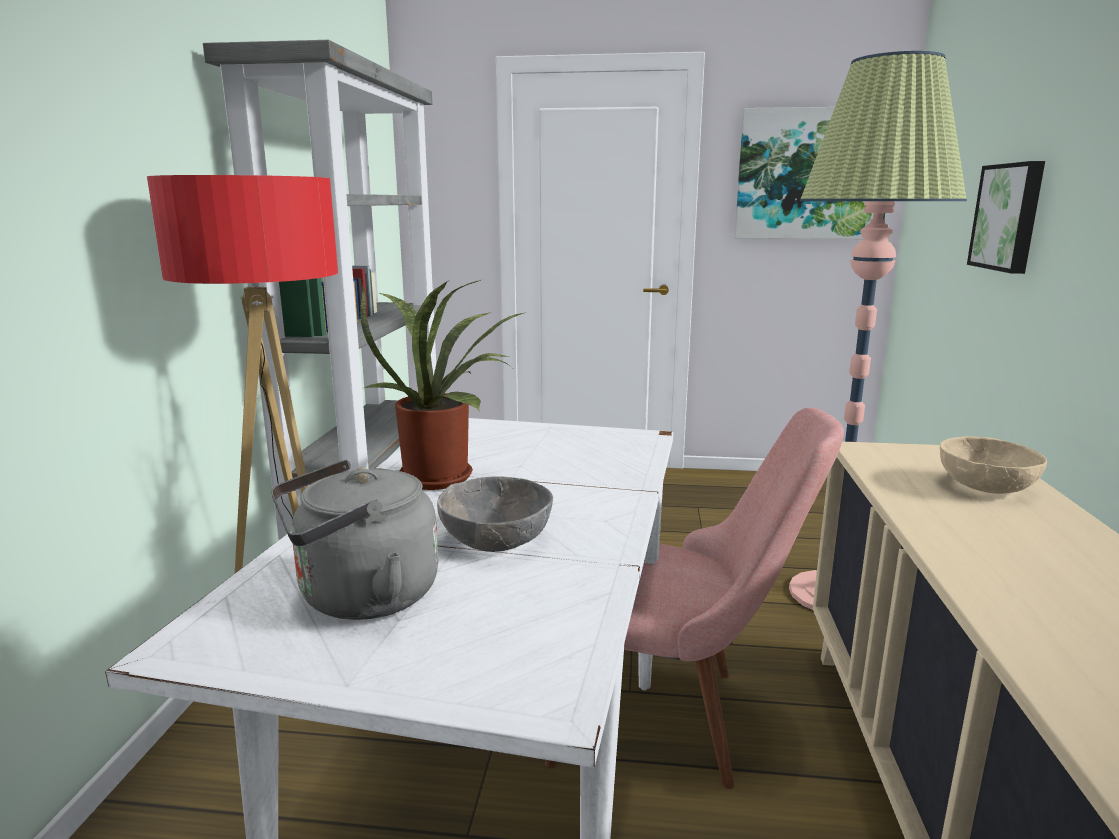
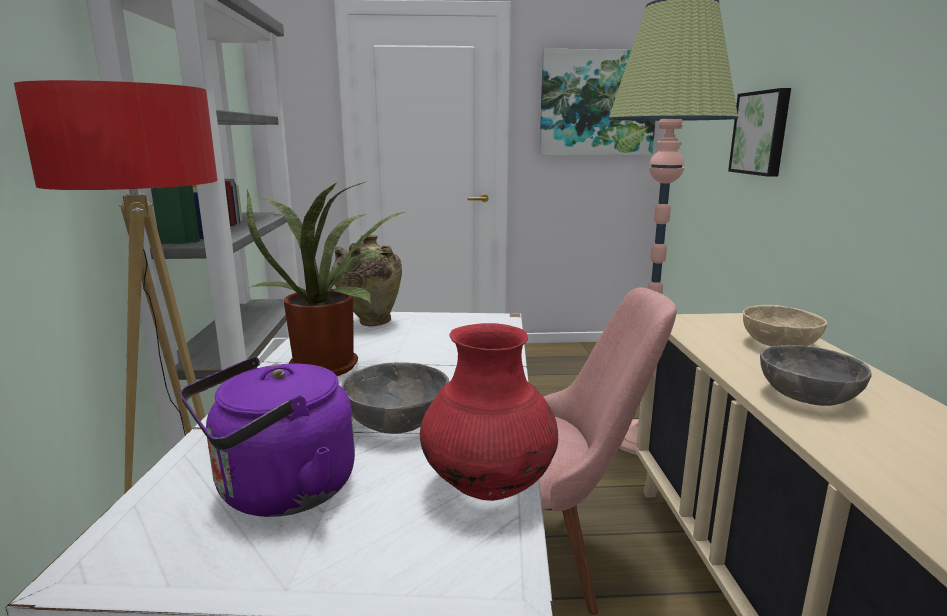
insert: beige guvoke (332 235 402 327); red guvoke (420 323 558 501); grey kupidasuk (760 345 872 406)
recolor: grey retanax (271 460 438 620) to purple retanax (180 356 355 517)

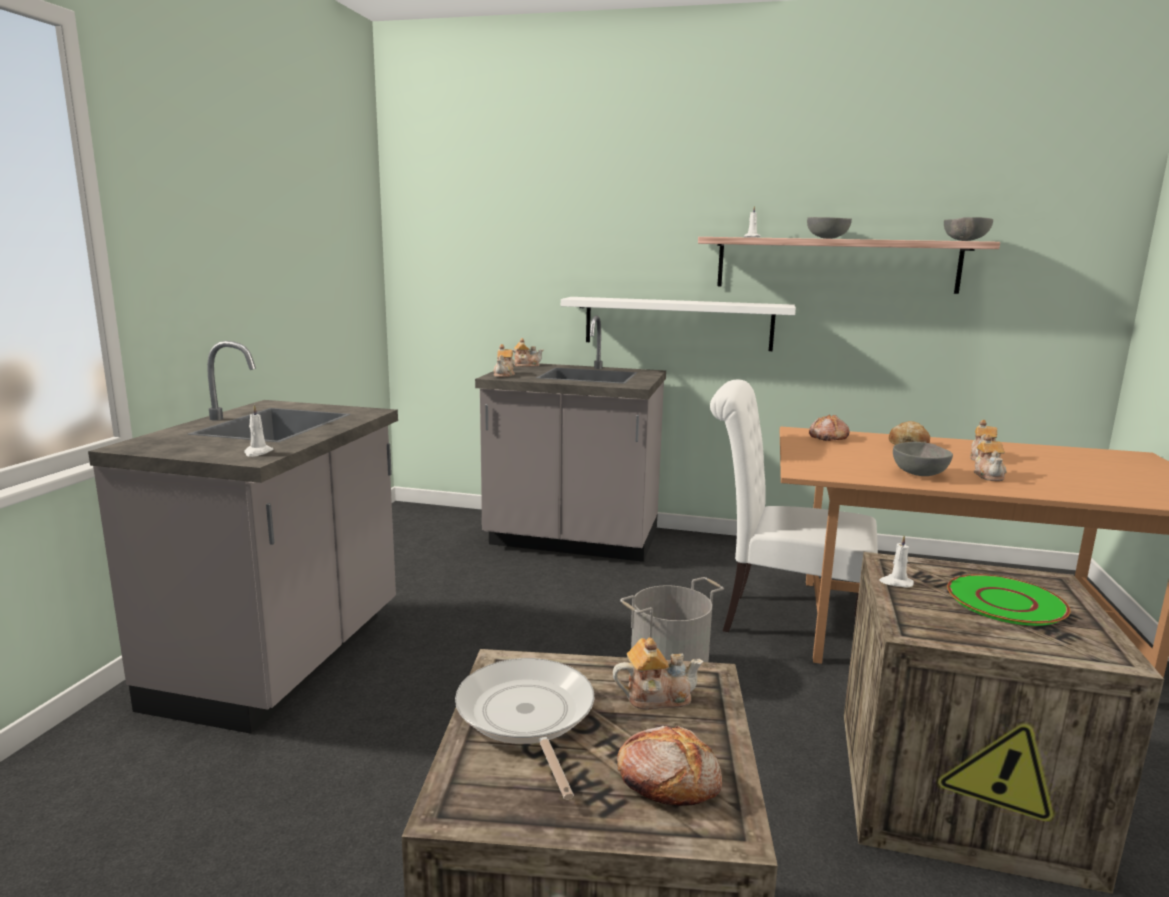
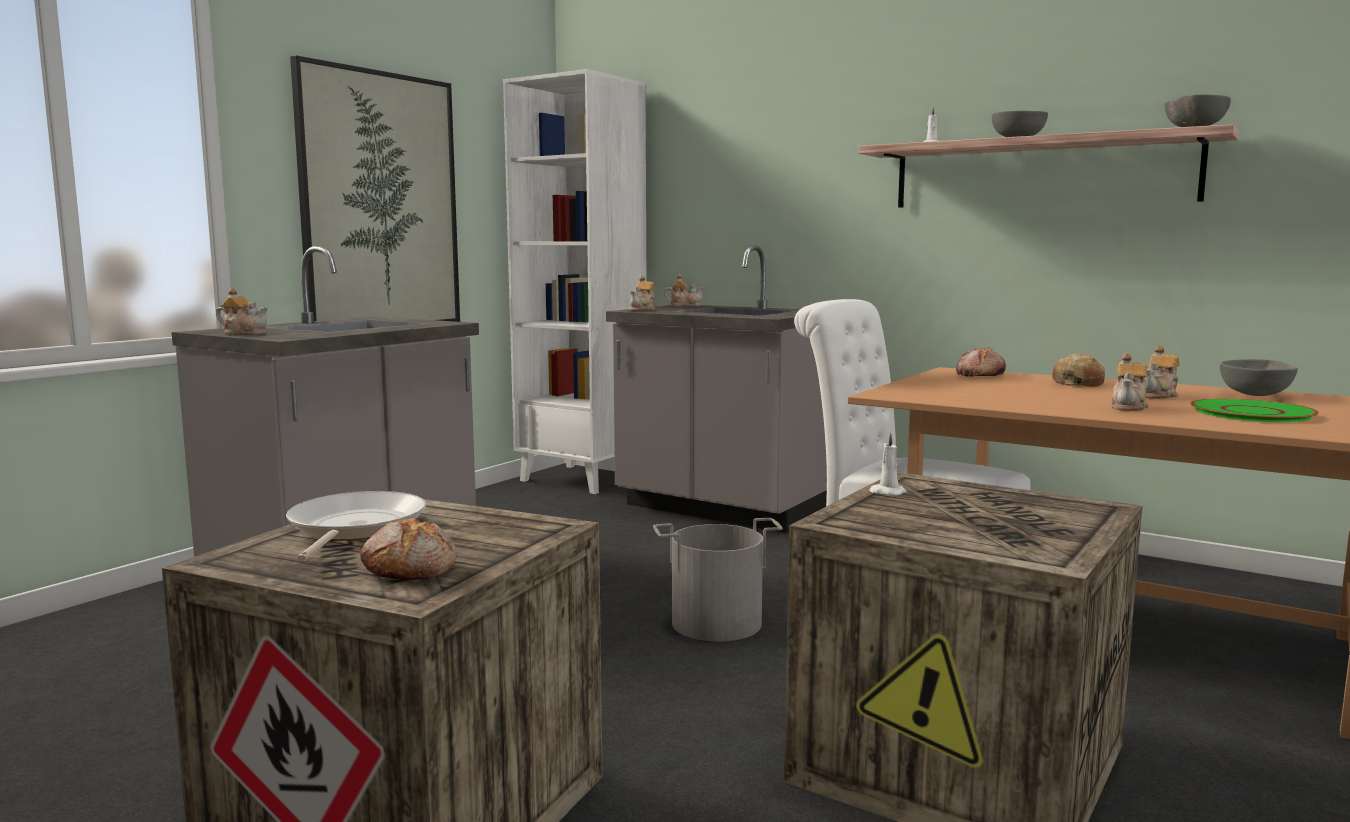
delete: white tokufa (244 405 273 457); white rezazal (561 297 796 351)
insert: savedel (290 55 460 322); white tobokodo (503 69 646 494)
move: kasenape (613 637 703 710) to (216 288 268 335); grey kupidasuk (893 442 953 476) to (1220 359 1298 396); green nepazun (947 574 1071 626) to (1190 399 1319 422)

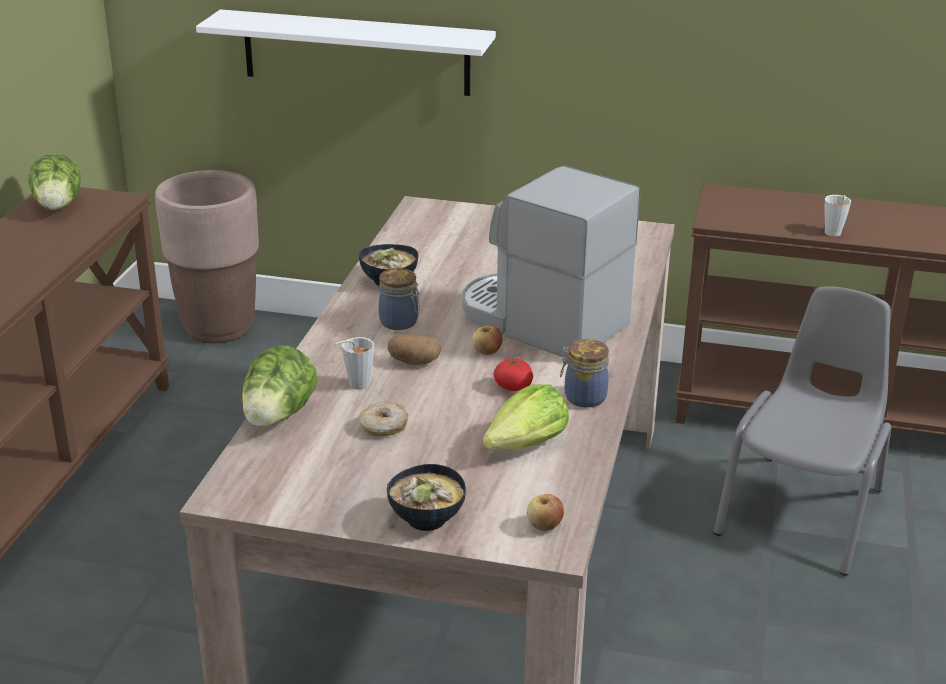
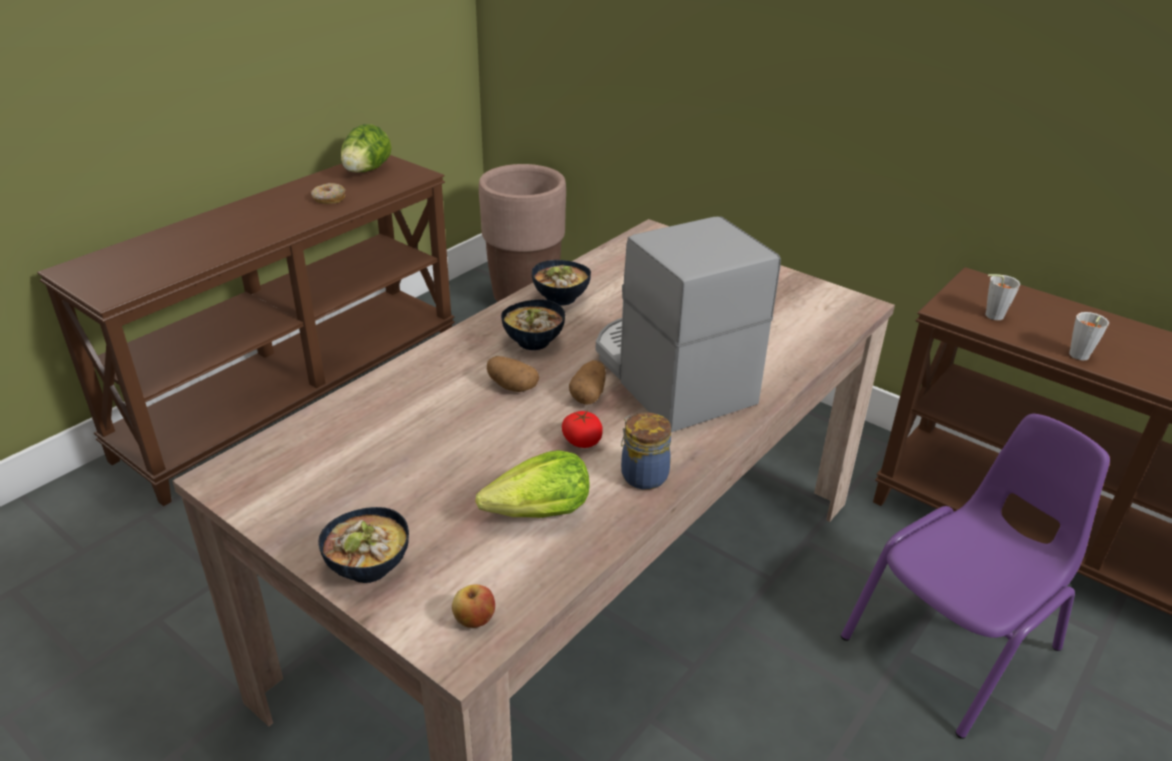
delete: white rezazal (196 9 496 96); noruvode (242 346 318 427)
move: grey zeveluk (336 337 374 390) to (985 274 1020 320); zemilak (359 402 408 437) to (311 183 345 204)
replace: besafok (379 268 420 330) to kupidasuk (501 299 565 350); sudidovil (472 325 503 355) to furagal (569 360 606 404)
recolor: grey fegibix (714 286 891 576) to purple fegibix (841 413 1110 739)

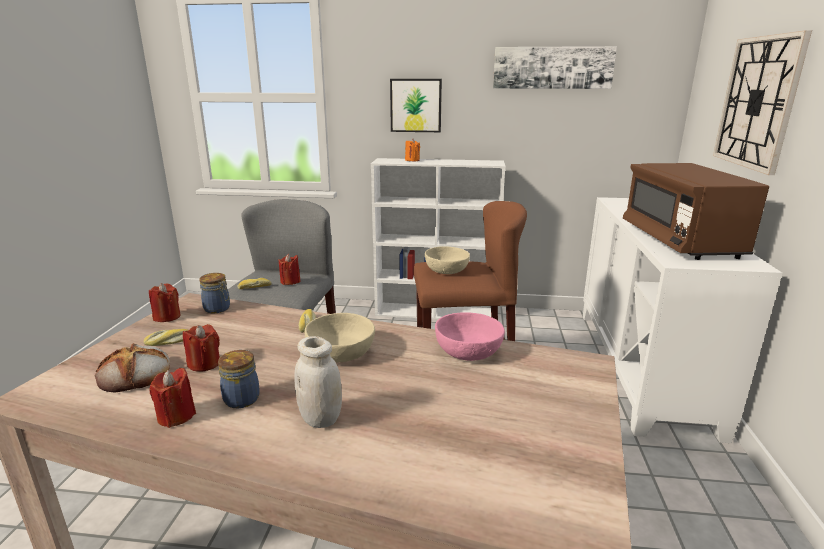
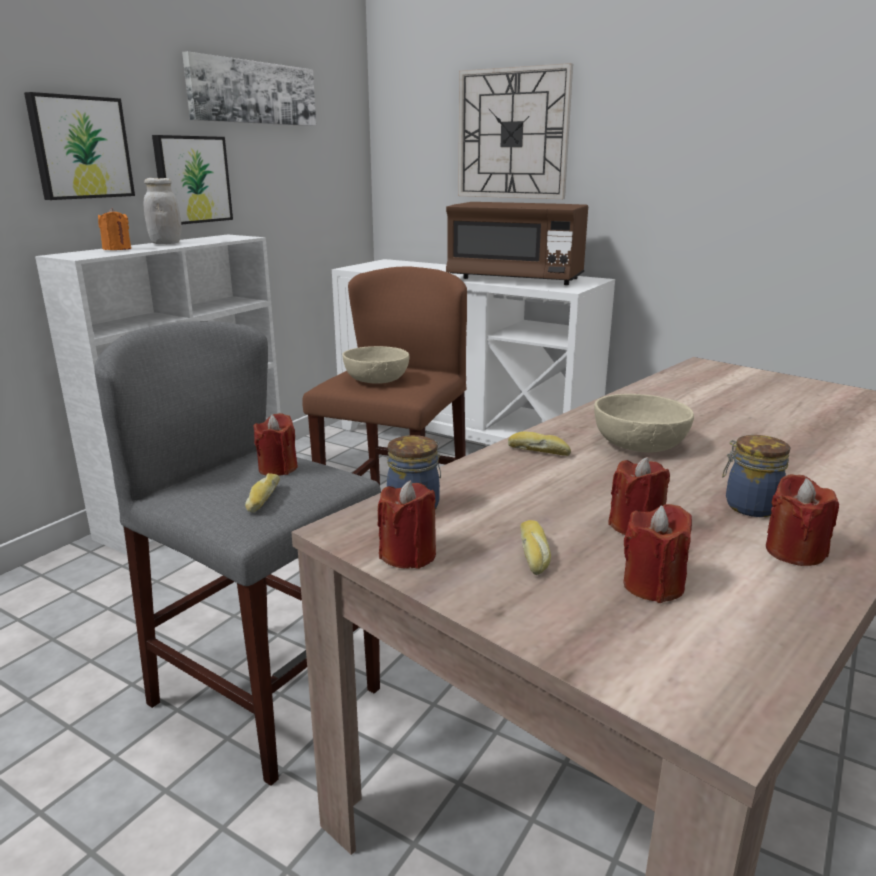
delete: pink kupidasuk (435 312 505 361)
insert: savedel (152 135 233 225)
move: white besafok (294 336 342 428) to (144 178 182 244)
replace: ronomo (95 343 170 392) to red tokufa (623 504 692 603)

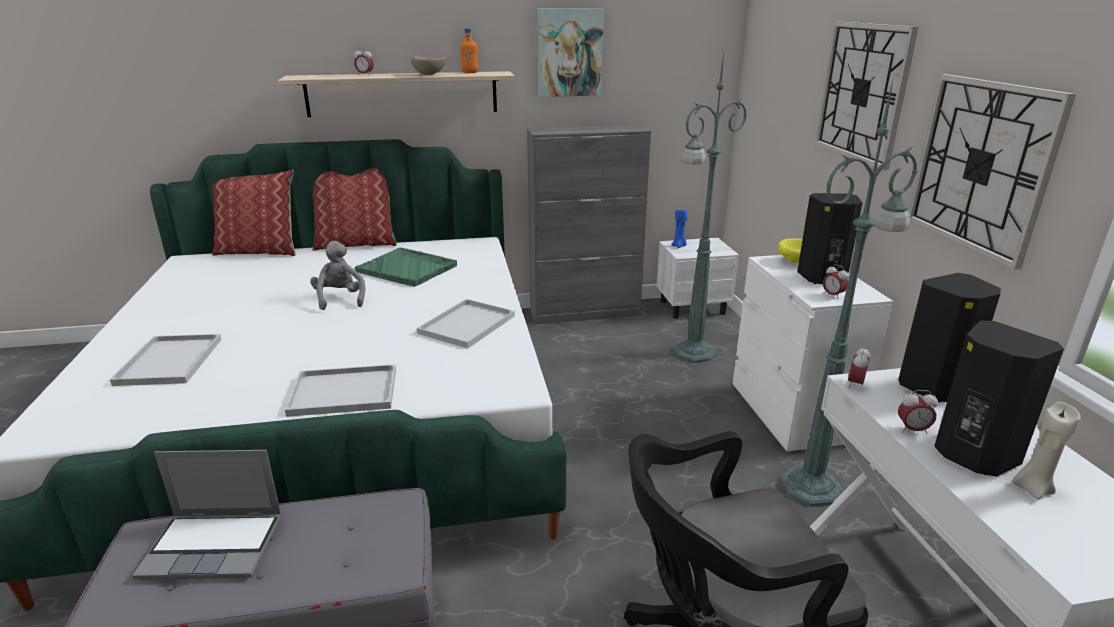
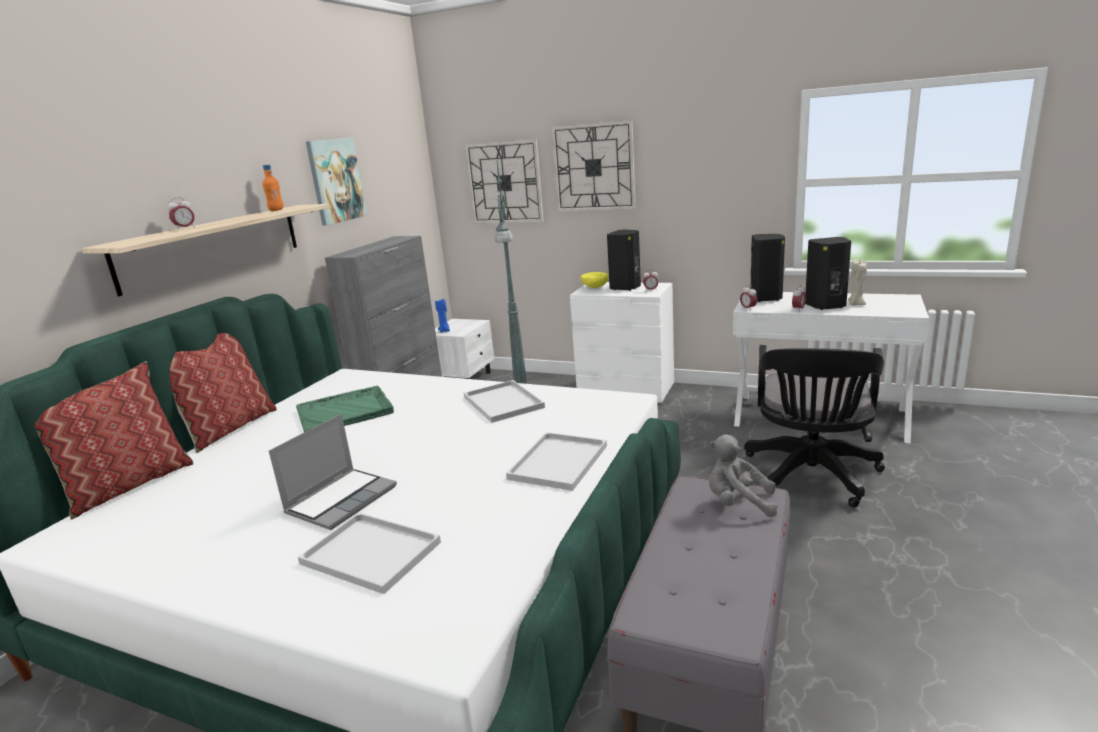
delete: beige kupidasuk (411 56 446 75); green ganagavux (779 77 917 507)
move: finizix (132 450 282 580) to (269 414 397 530); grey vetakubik (310 241 365 310) to (709 434 778 517); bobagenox (909 74 1076 270) to (464 139 544 224)

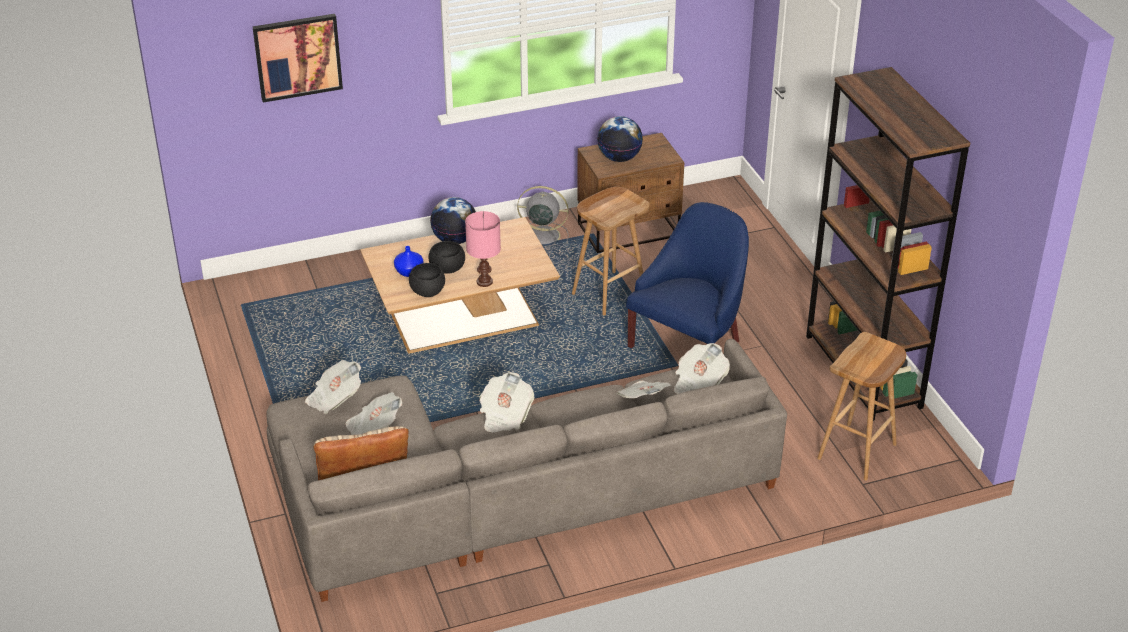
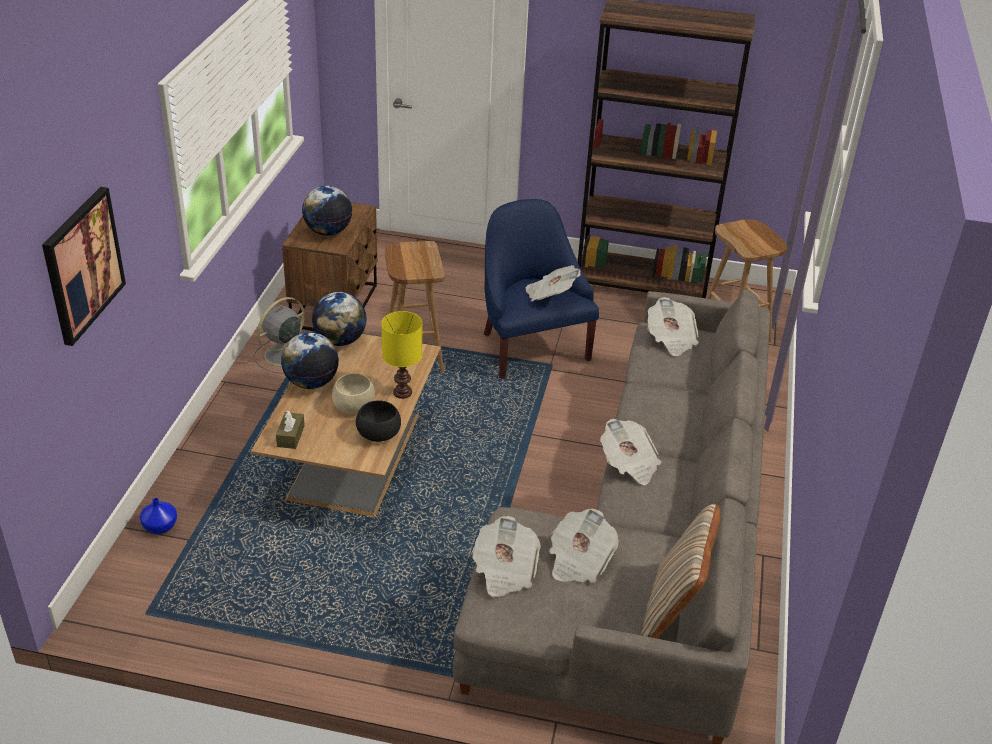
insert: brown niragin (276 411 305 449); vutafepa (312 292 367 346)
move: blue guvoke (394 246 424 277) to (140 498 177 534); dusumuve (617 380 671 398) to (526 265 581 301)
recolor: black kupidasuk (428 241 465 274) to beige kupidasuk (332 373 375 414); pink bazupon (465 211 501 287) to yellow bazupon (381 311 422 399)

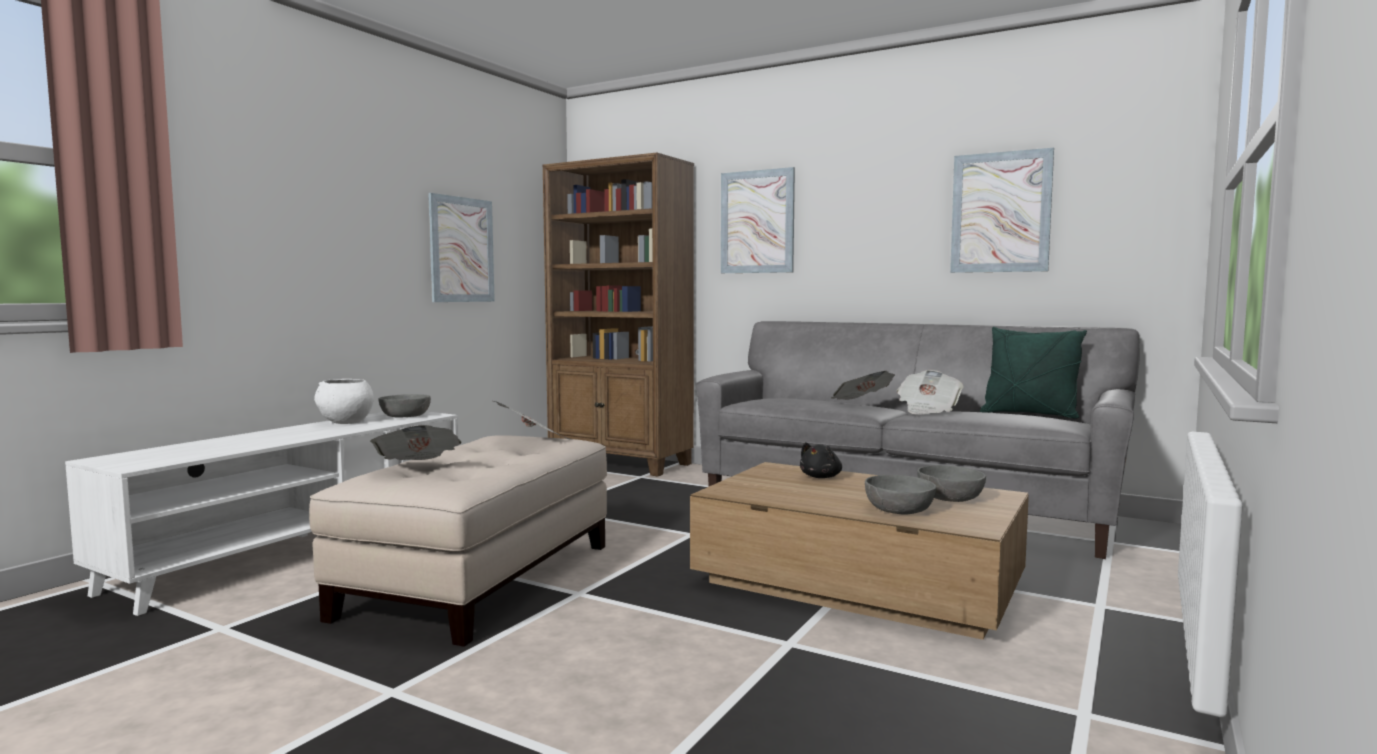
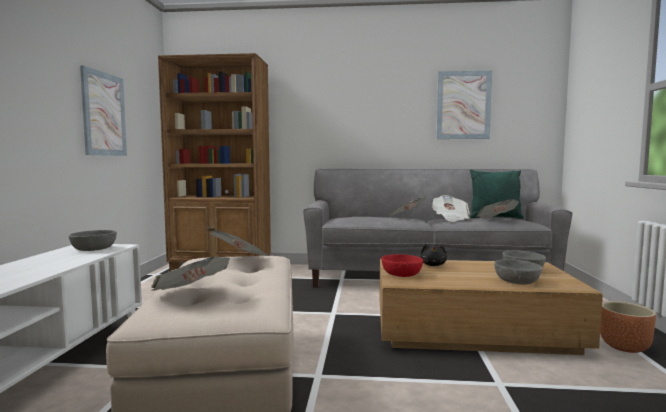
delete: white kupidasuk (314 379 374 424); savedel (721 167 795 273)
insert: red kupidasuk (381 254 423 277); dusumuve (476 199 519 218); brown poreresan (600 301 656 353)

